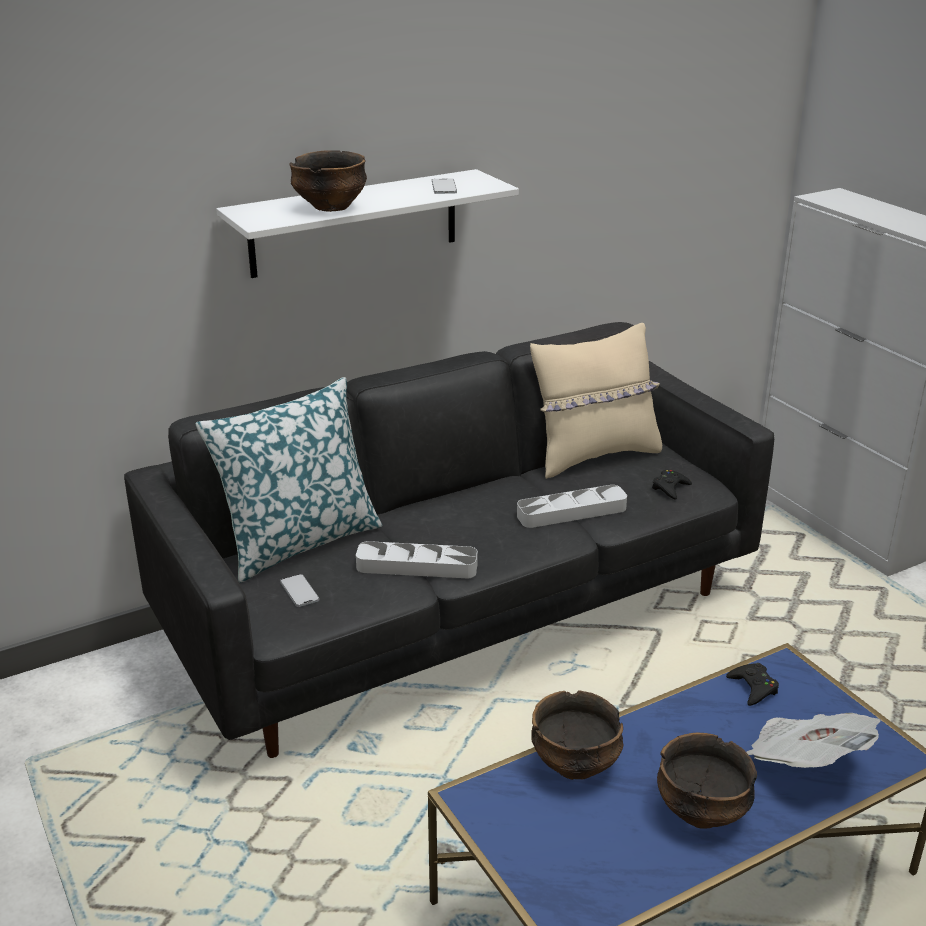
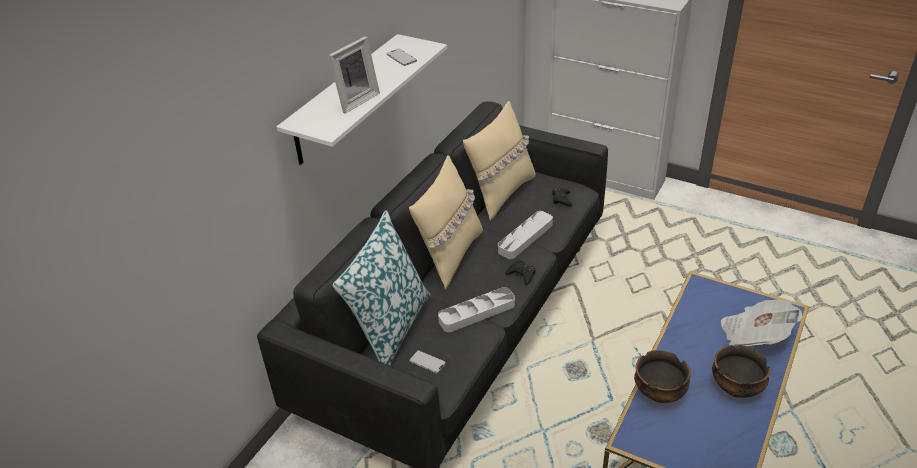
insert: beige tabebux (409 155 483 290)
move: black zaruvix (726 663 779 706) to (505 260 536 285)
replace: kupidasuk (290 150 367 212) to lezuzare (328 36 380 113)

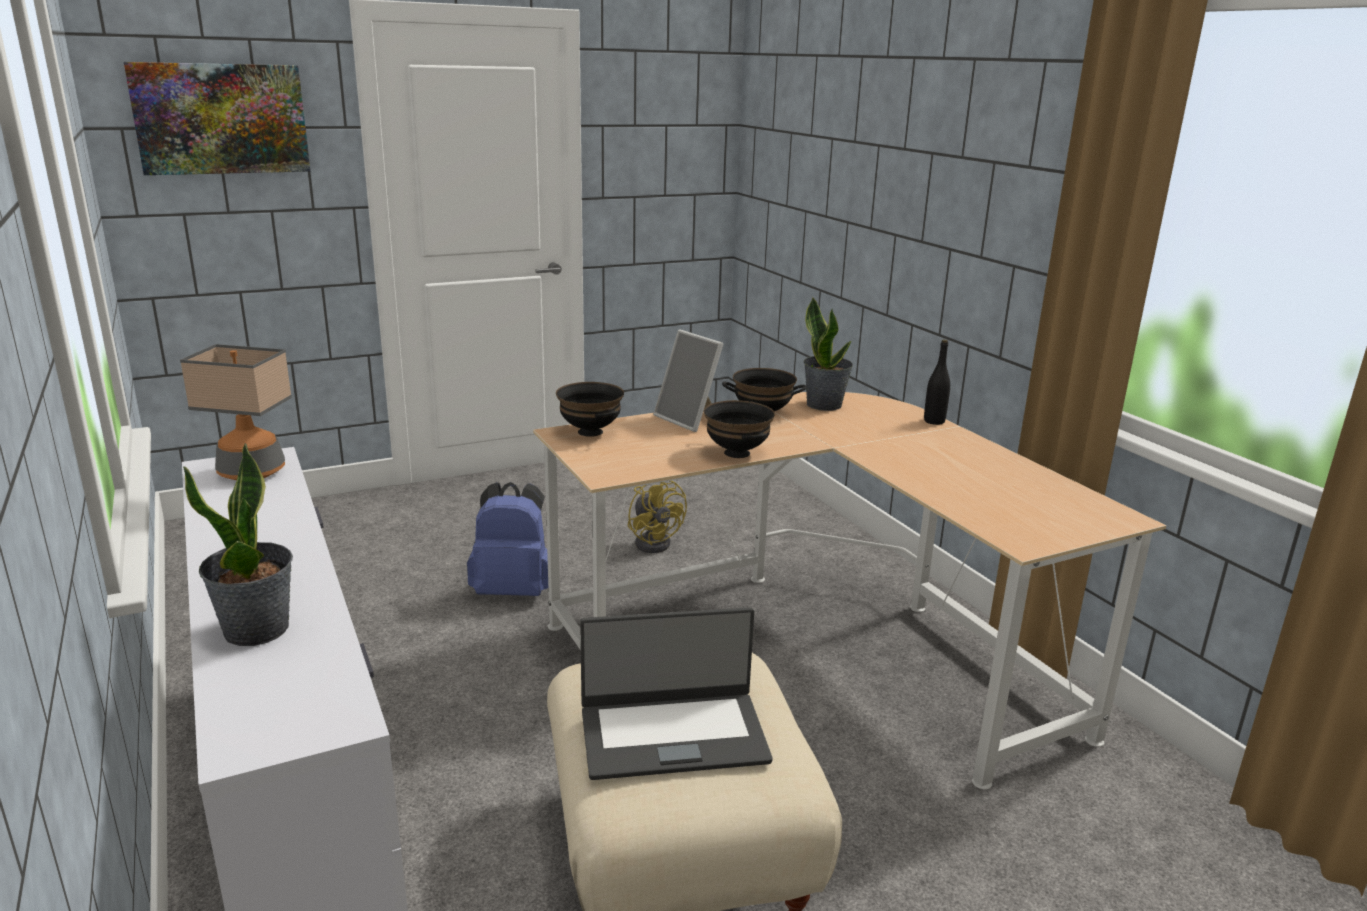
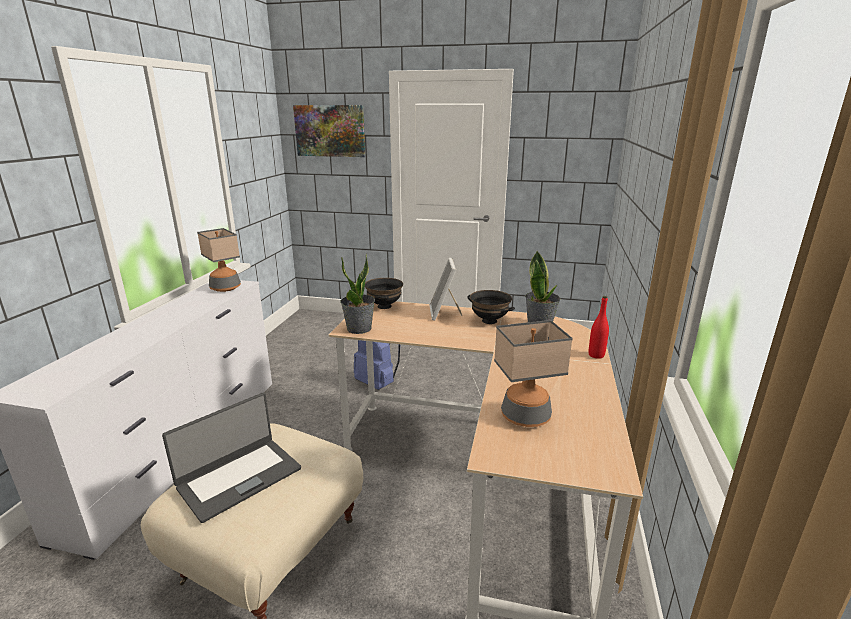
delete: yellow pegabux (628 481 687 553); black kupidasuk (704 400 775 458)
insert: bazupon (494 320 573 427)
move: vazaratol (183 443 293 646) to (340 253 375 334)
recolor: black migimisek (924 340 950 425) to red migimisek (589 296 609 359)
rotate: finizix (580 607 773 780) = (162 392 301 523) 75 degrees counterclockwise

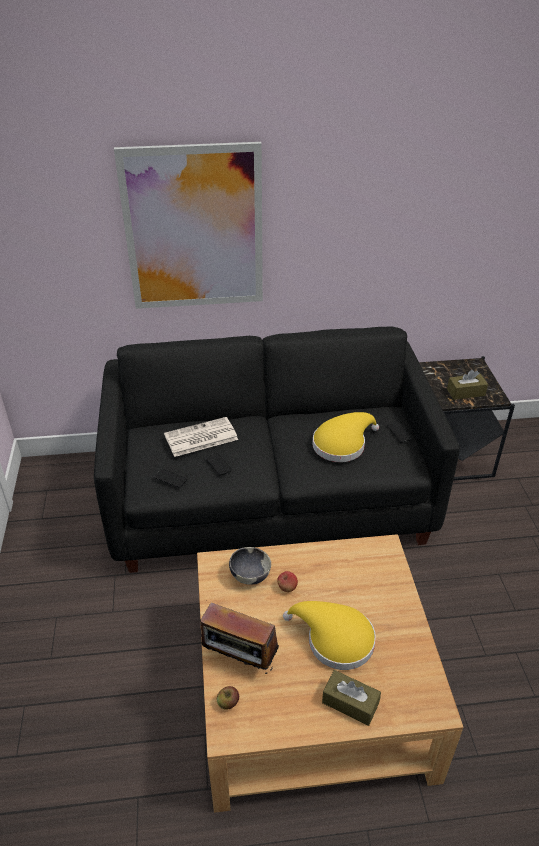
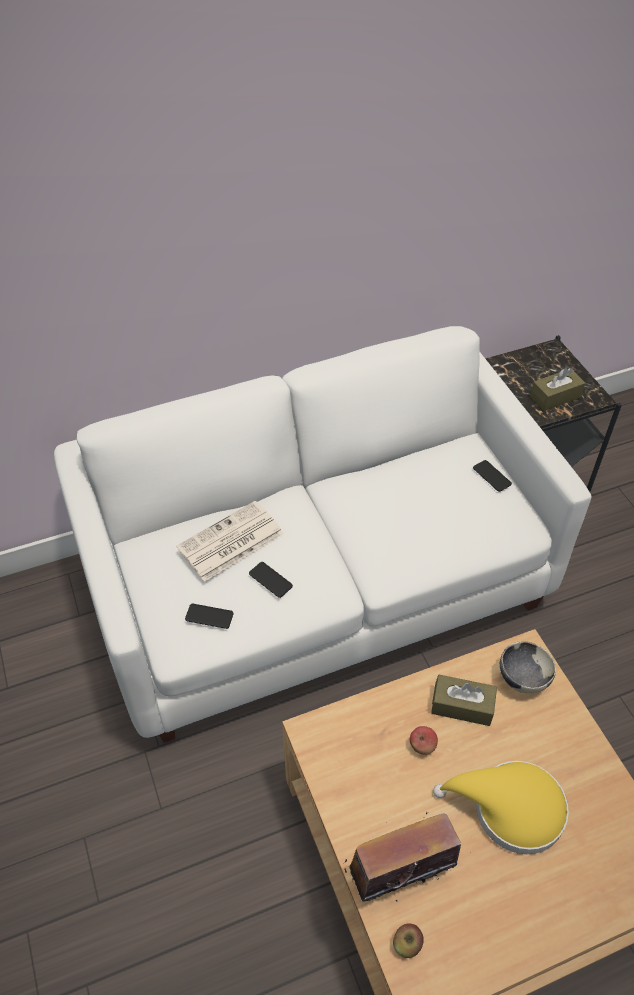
delete: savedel (114 142 263 309); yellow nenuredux (312 412 379 462)
move: kupidasuk (229 547 271 585) to (500 641 556 694); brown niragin (322 670 381 726) to (431 675 497 726)
recolor: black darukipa (94 327 460 573) to white darukipa (54 326 591 743)
rotate: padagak (201 603 279 674) = (345 812 471 902) 150 degrees clockwise

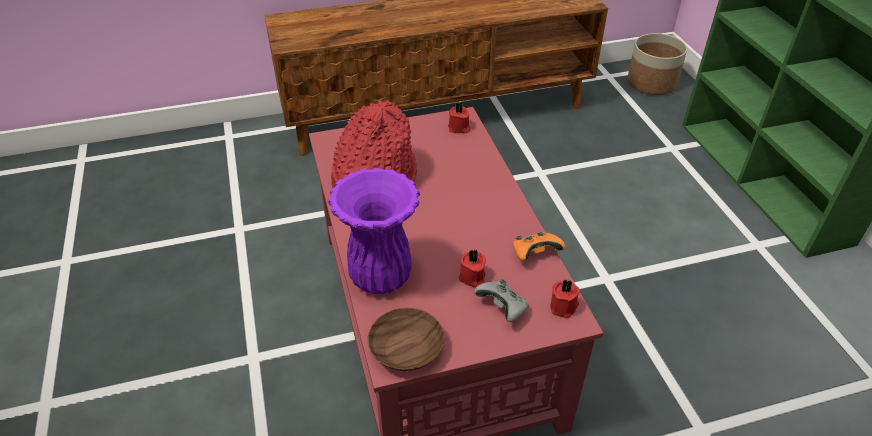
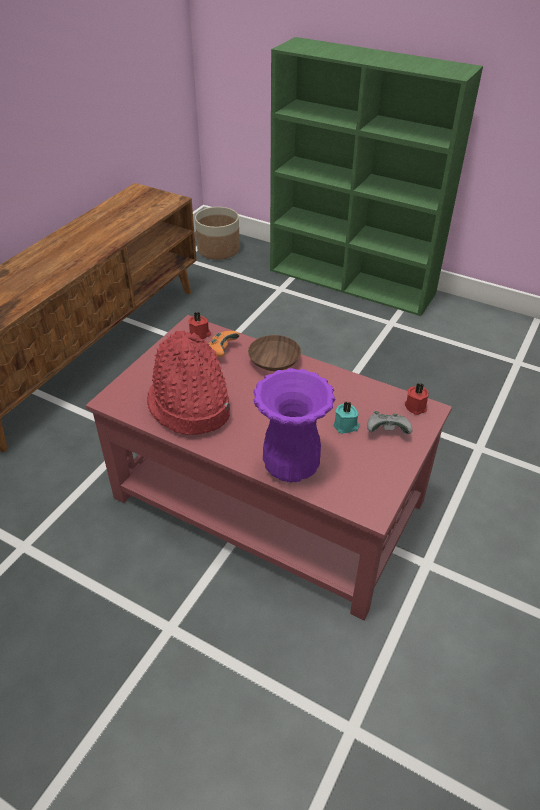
move: brown kupidasuk (368 308 444 371) to (248 335 301 371); orange zaruvix (513 232 565 261) to (208 331 240 357)
recolor: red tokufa (459 250 486 288) to turquoise tokufa (333 402 359 434)

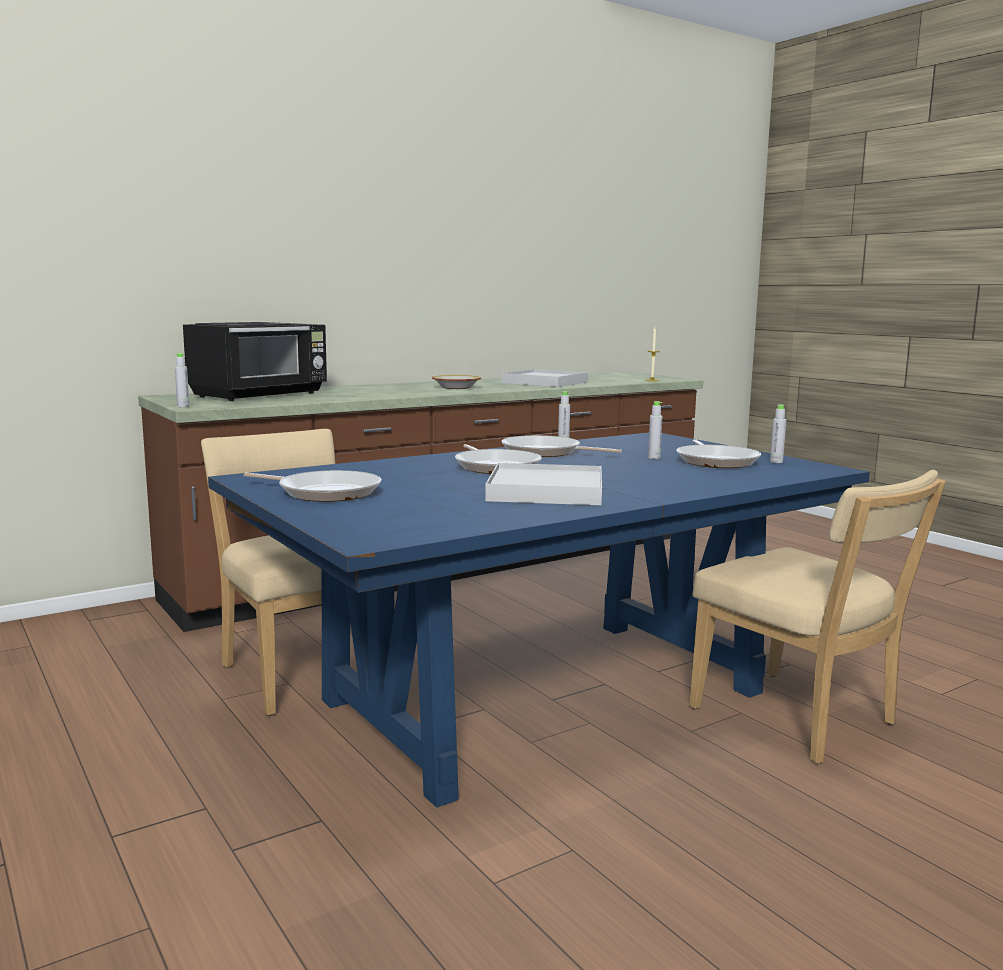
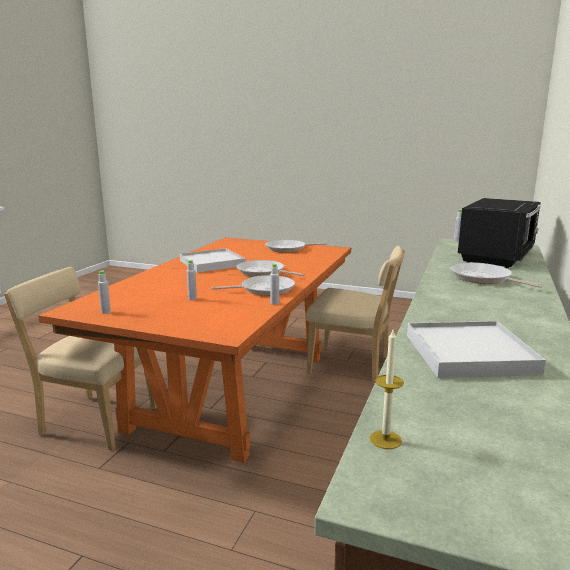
delete: kupidasuk (432 375 481 389)
move: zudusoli (676 439 761 468) to (450 262 543 288)
recolor: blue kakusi (208 432 870 807) to orange kakusi (38 238 351 463)
rotate: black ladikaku (183 322 327 401) = (458 198 541 268) 150 degrees counterclockwise

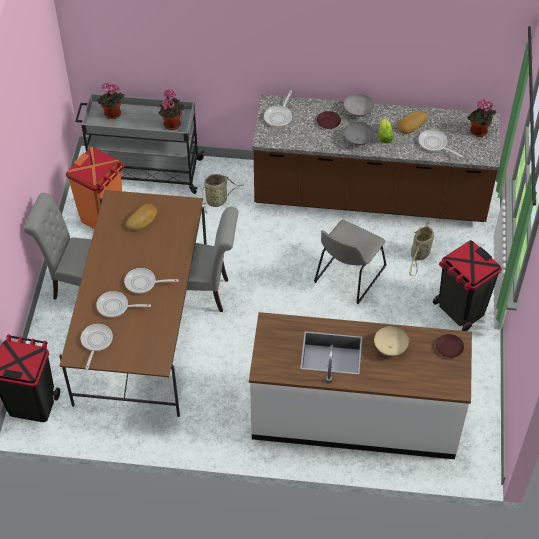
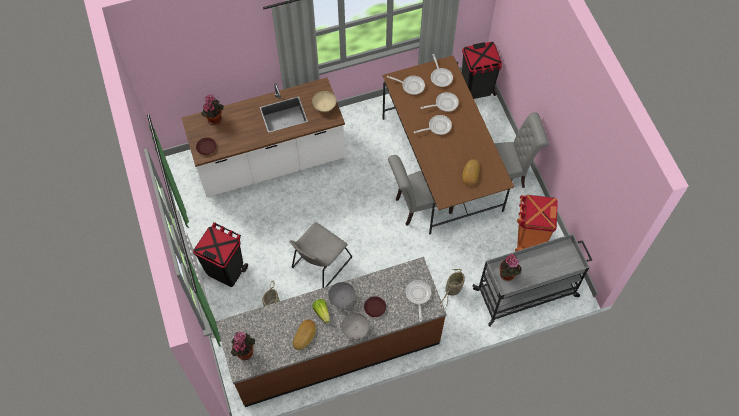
move: vazaratol (96 83 124 119) to (201 94 224 125); beige kupidasuk (374 326 409 356) to (312 91 336 112); zudusoli (419 129 462 157) to (387 76 425 95)
rotate: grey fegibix (314 220 386 304) = (289 222 352 288) 150 degrees counterclockwise

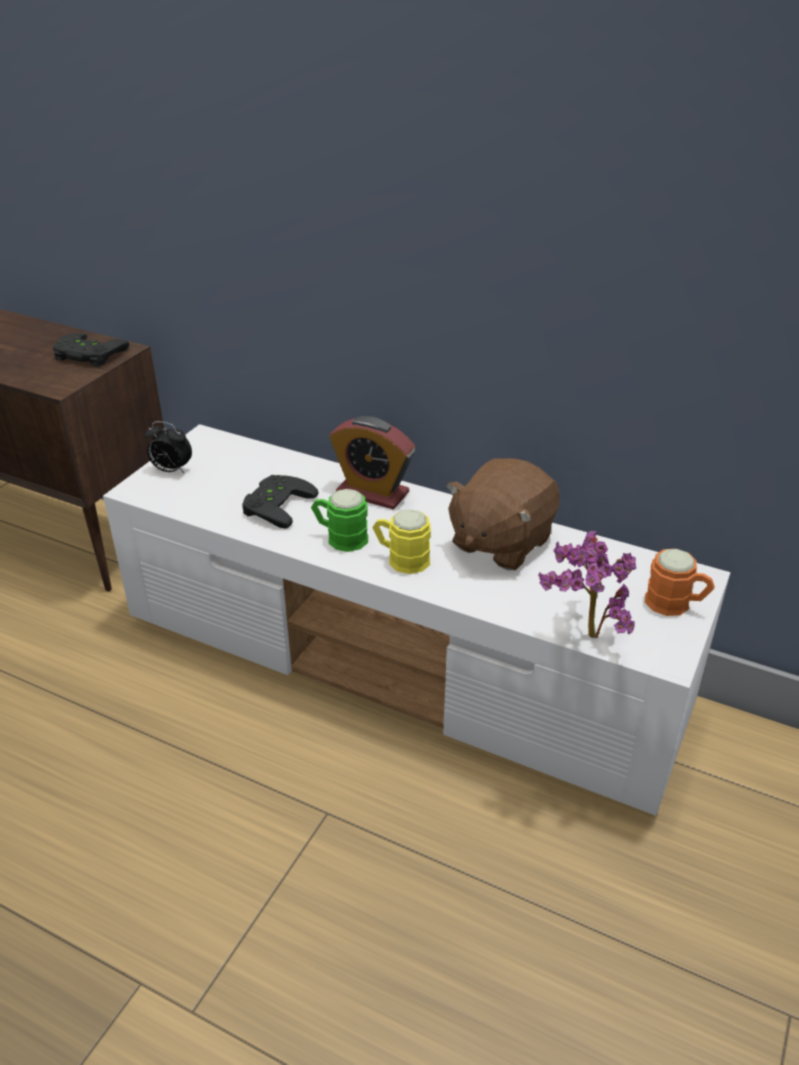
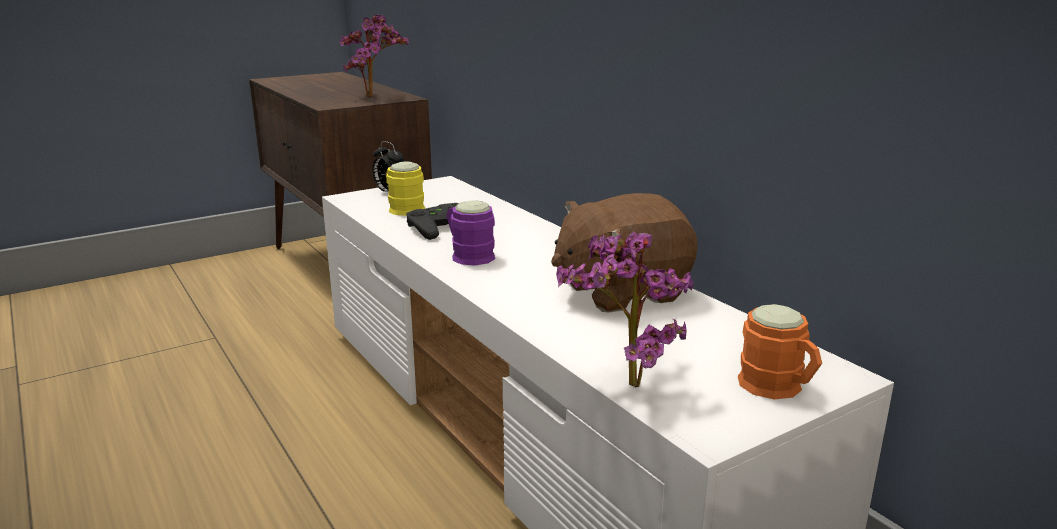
delete: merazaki (329 416 415 509)
move: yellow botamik (372 509 431 574) to (386 161 425 216)
replace: black zaruvix (52 333 129 367) to vazaratol (339 14 409 97)
recolor: green botamik (311 489 368 552) to purple botamik (446 200 495 266)

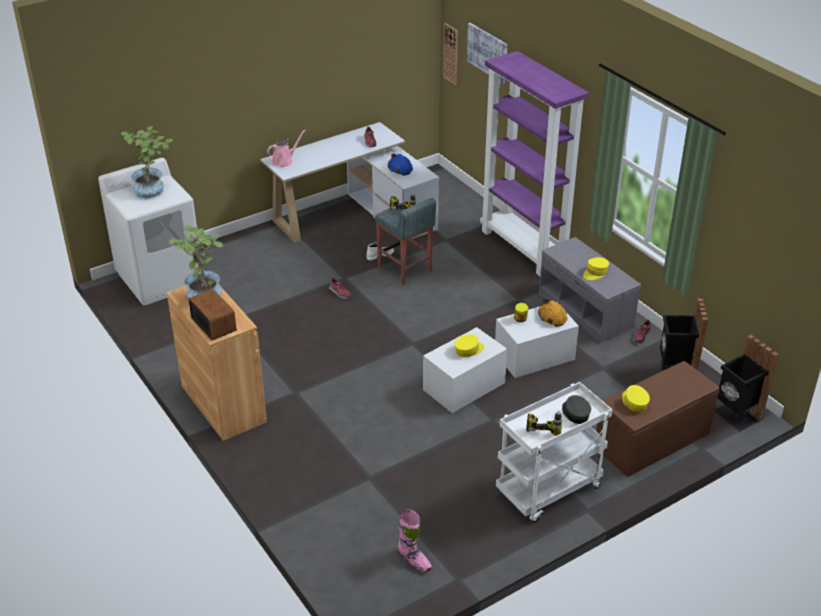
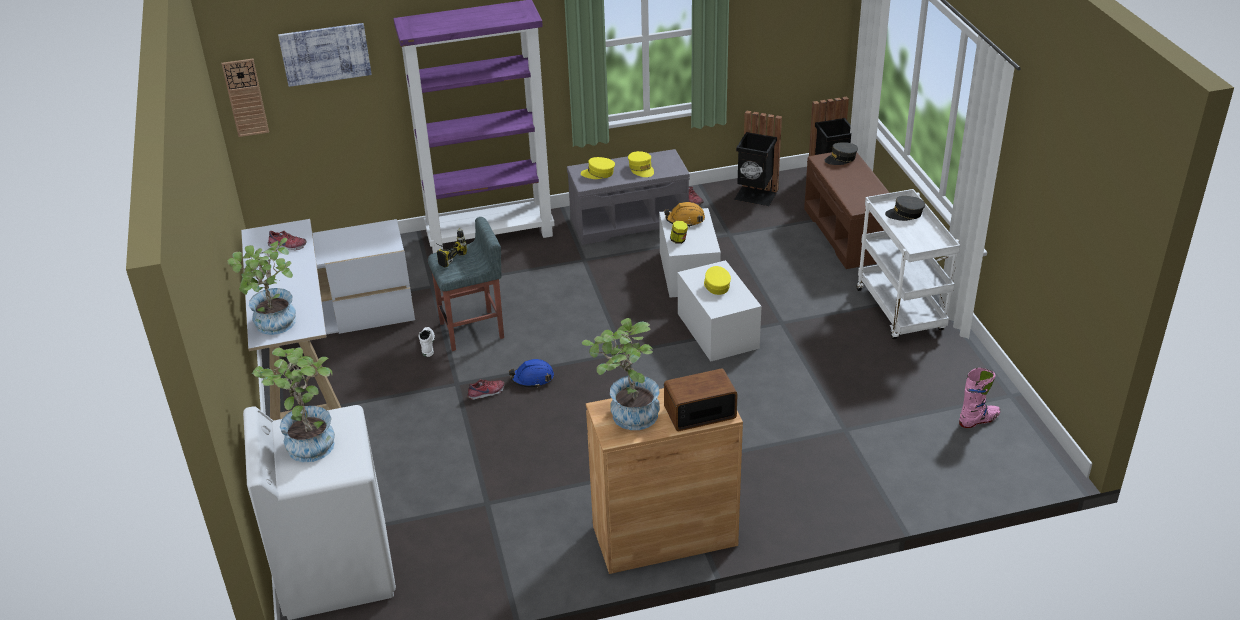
delete: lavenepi (526 411 562 436)
insert: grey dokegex (825 142 858 165)
move: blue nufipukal (388 153 413 176) to (509 359 554 388); yellow dokegex (622 385 650 412) to (581 157 615 179)
replace: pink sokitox (267 130 306 167) to vazaratol (227 238 296 335)

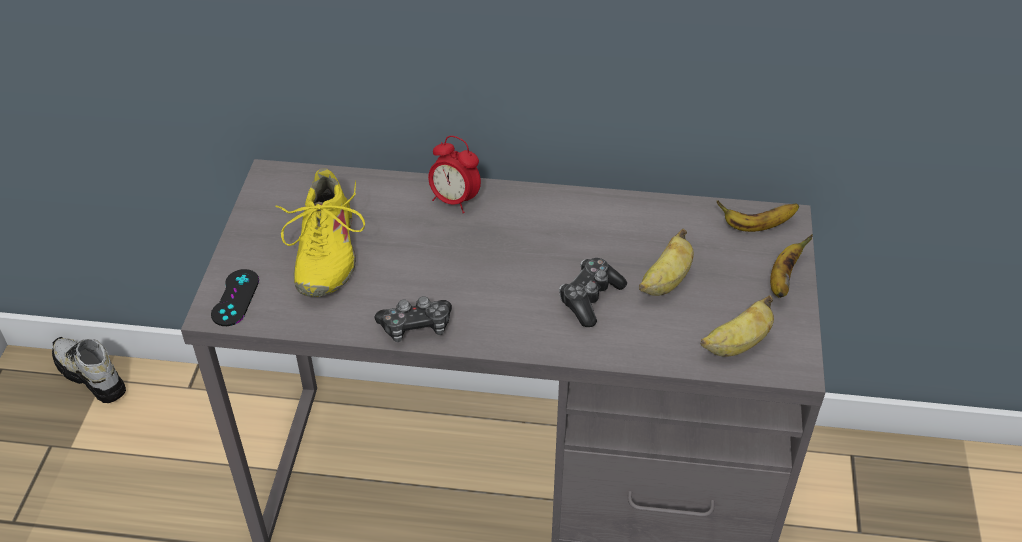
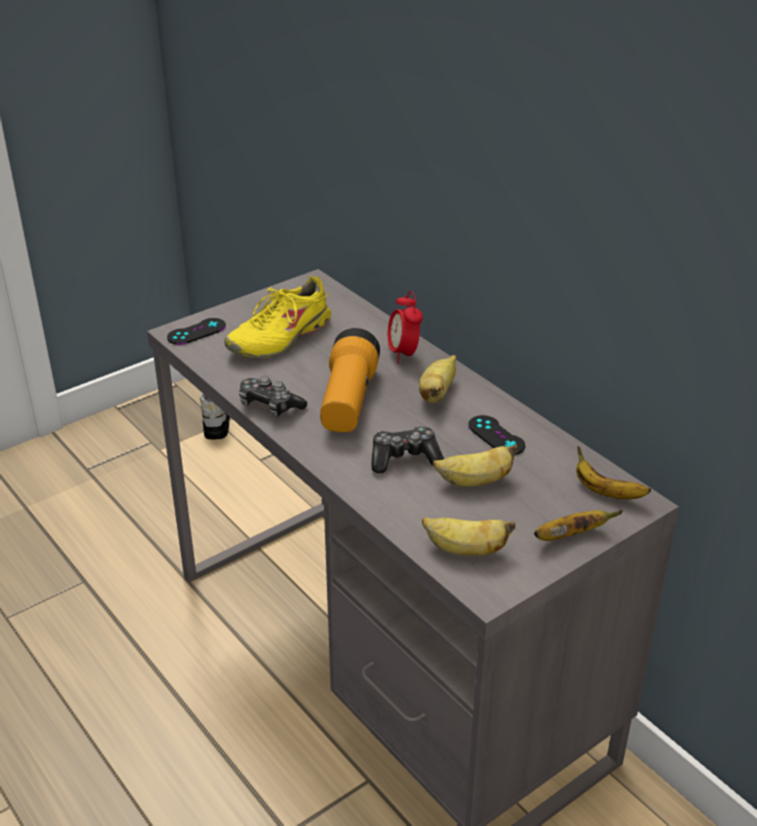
insert: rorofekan (320 328 380 432); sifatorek (419 355 456 404); black zaruvix (468 415 525 455)

